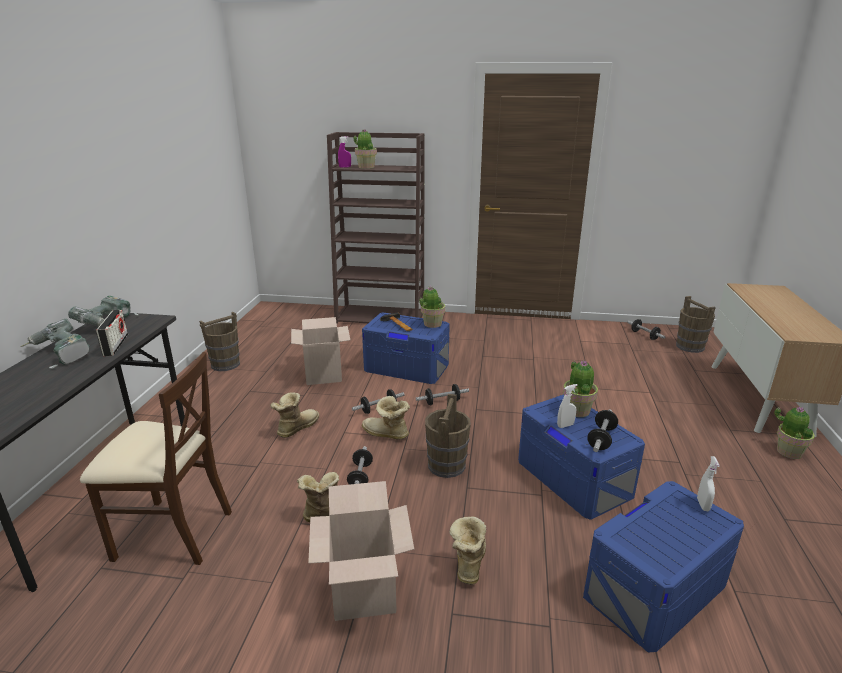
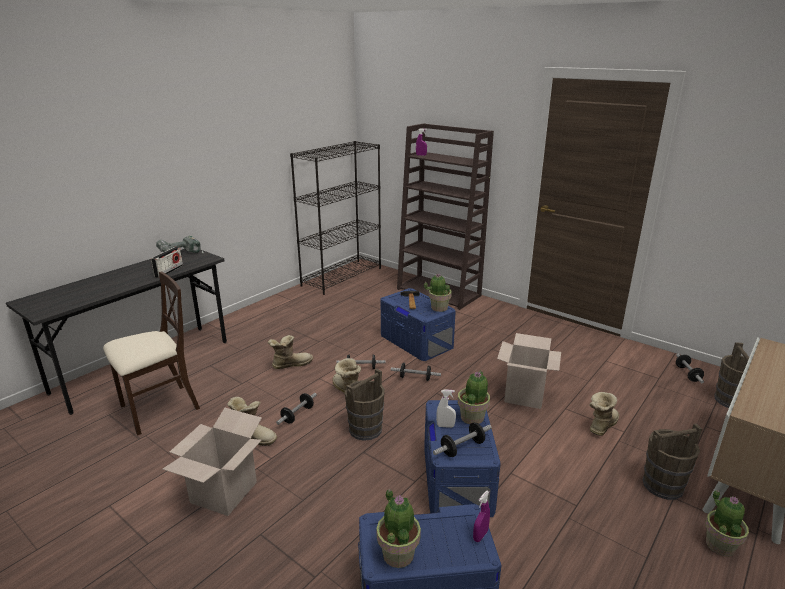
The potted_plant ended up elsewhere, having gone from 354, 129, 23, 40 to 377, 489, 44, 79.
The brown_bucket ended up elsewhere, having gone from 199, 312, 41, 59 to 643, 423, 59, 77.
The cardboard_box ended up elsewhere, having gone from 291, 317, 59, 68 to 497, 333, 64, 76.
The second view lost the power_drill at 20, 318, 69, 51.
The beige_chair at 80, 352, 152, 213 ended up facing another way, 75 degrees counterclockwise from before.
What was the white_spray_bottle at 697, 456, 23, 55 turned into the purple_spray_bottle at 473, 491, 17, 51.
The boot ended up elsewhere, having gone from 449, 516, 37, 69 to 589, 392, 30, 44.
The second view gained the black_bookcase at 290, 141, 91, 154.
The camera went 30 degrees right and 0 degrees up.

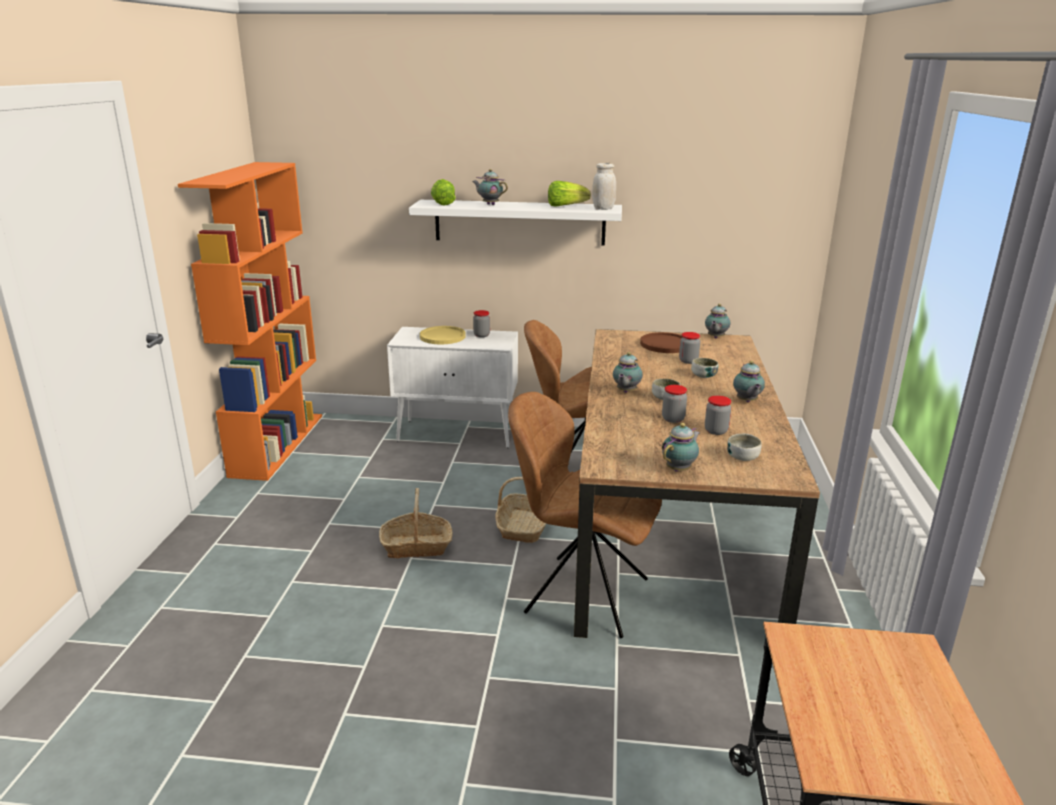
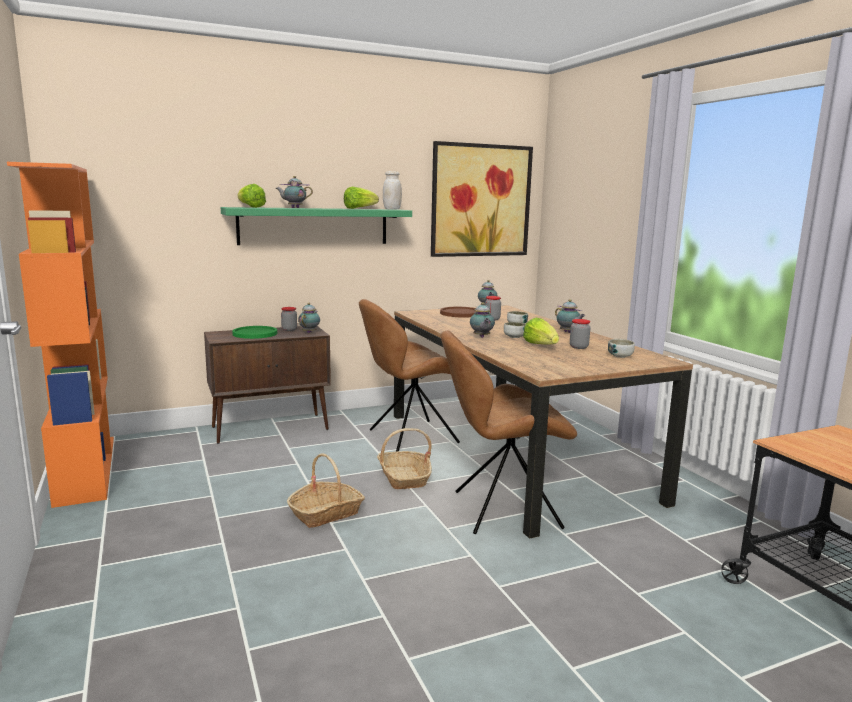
What was the white_shelf at 409, 200, 213, 46 turned into the green_shelf at 221, 207, 191, 38.
What was the yellow_plate at 420, 326, 46, 18 turned into the green_plate at 232, 326, 45, 13.
What was the white_cabinet at 387, 327, 131, 121 turned into the brown_cabinet at 204, 326, 127, 118.
Where the jar stood at 662, 385, 25, 38, the lettuce came to stand at 523, 318, 36, 27.
The teapot ended up elsewhere, having gone from 662, 423, 37, 49 to 298, 303, 22, 30.
The second view gained the picture at 431, 141, 102, 116.
The camera went 30 degrees left and 10 degrees down.

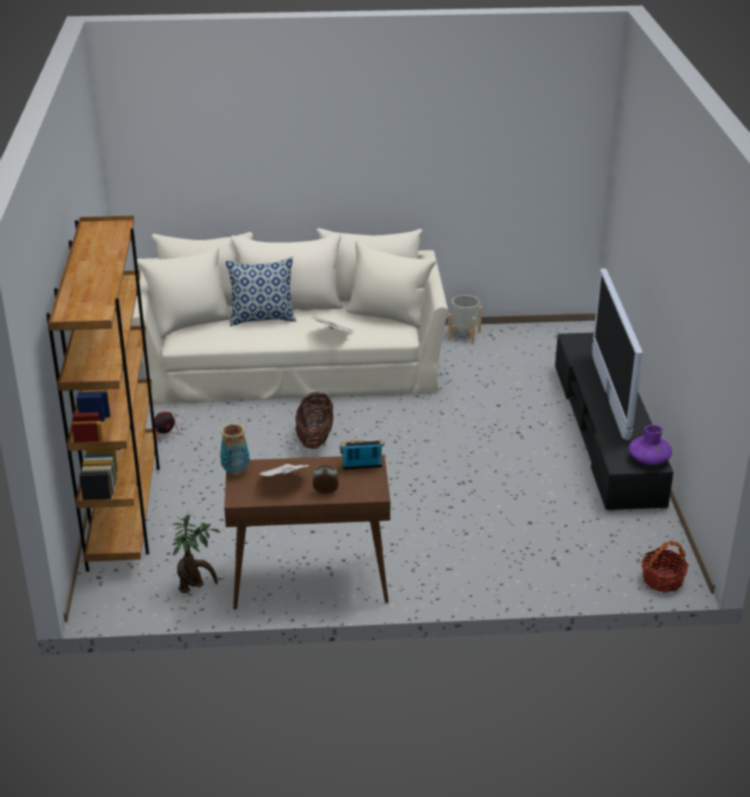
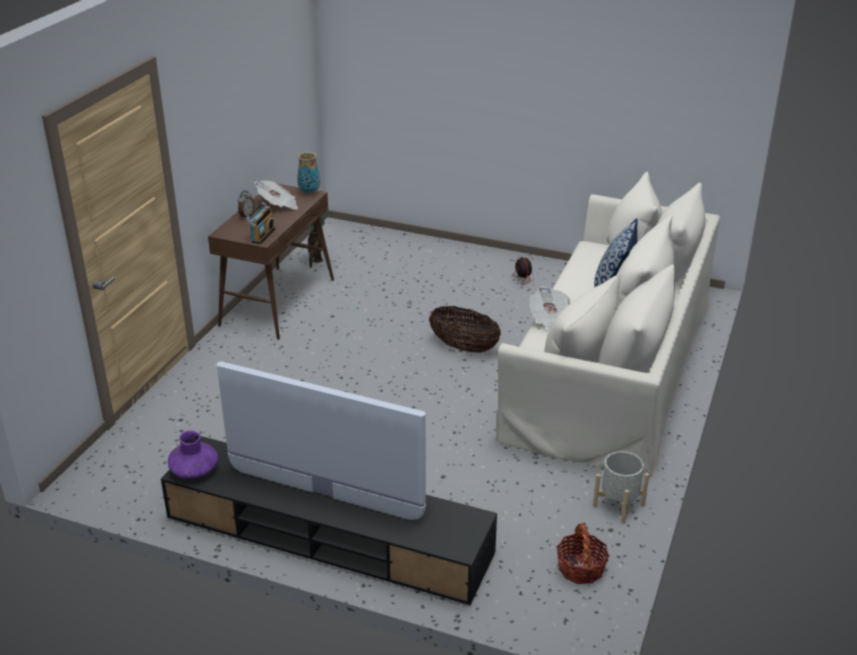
The second view lost the brown_bookcase at 46, 216, 114, 356.
The basket ended up elsewhere, having gone from 641, 541, 48, 51 to 557, 523, 52, 61.
The camera went 115 degrees right and 0 degrees up.

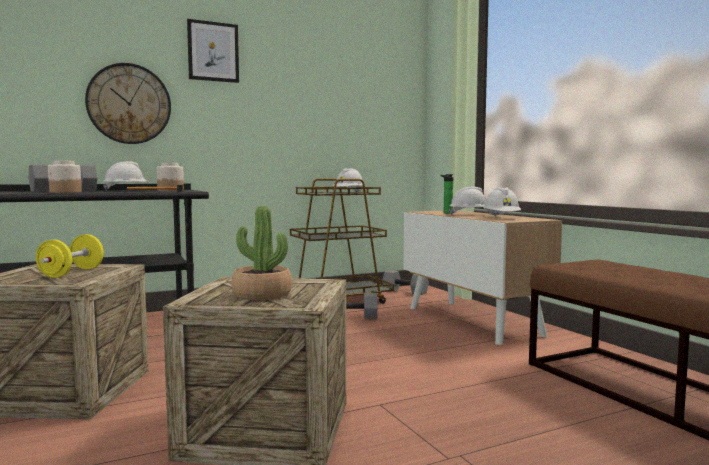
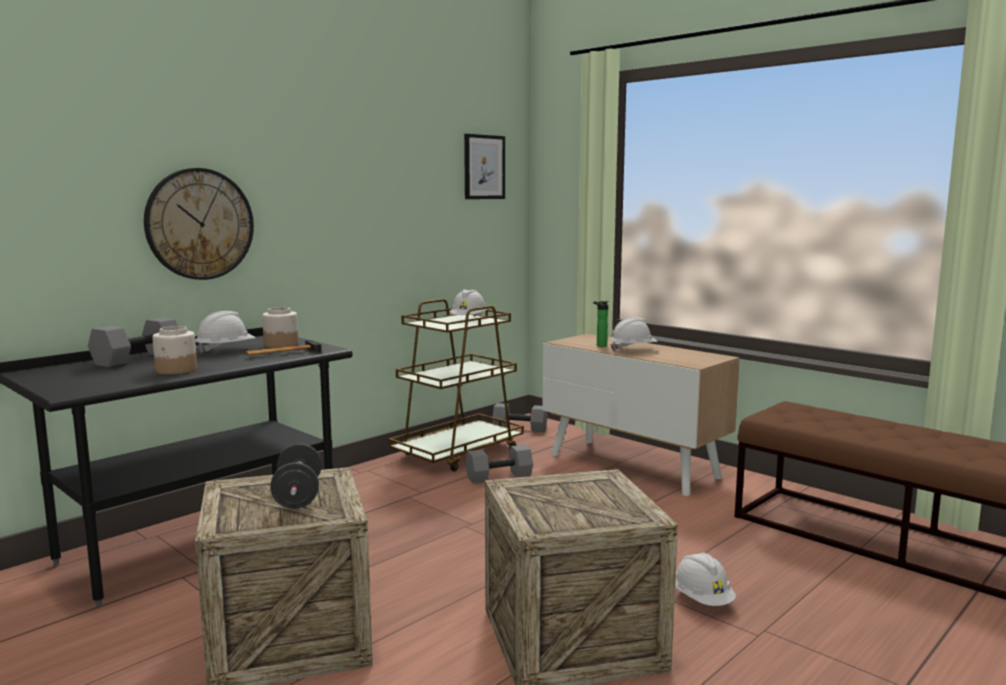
The picture ended up elsewhere, having gone from 187, 19, 52, 64 to 464, 134, 41, 65.
The white_hard_hat ended up elsewhere, having gone from 484, 187, 37, 30 to 675, 553, 61, 53.
The second view lost the potted_plant at 232, 205, 60, 95.
What was the yellow_dumbbell at 36, 234, 68, 44 turned into the black_dumbbell at 270, 443, 52, 65.
The camera went 20 degrees left and 5 degrees up.

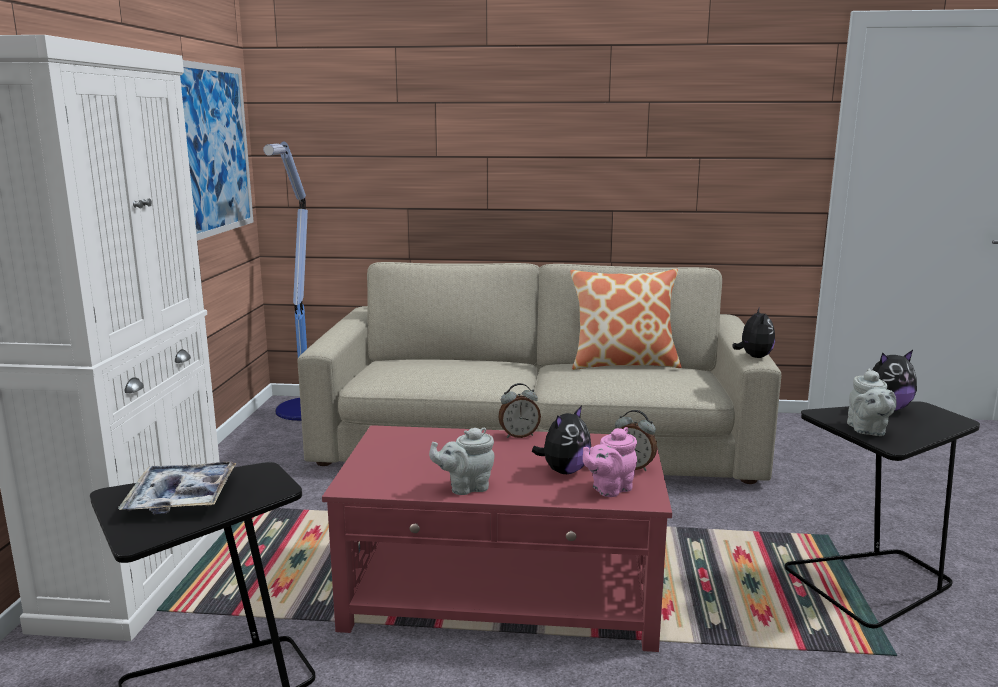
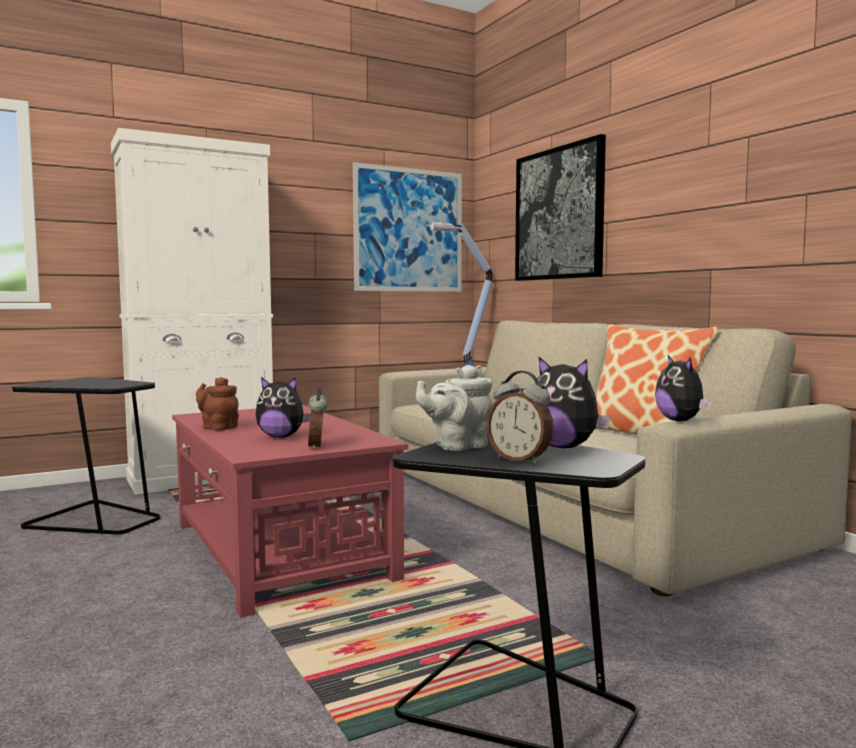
The plush_toy at 732, 308, 43, 50 ended up facing another way, 105 degrees clockwise from before.
The alarm_clock ended up elsewhere, having gone from 498, 383, 43, 55 to 487, 371, 67, 93.
The second view lost the pink_teapot at 583, 427, 54, 70.
What was the grey_teapot at 429, 428, 66, 67 turned into the brown_teapot at 196, 377, 43, 54.
The second view lost the tray at 118, 462, 119, 52.
The second view gained the picture at 515, 134, 91, 147.
The camera went 55 degrees right and 10 degrees down.

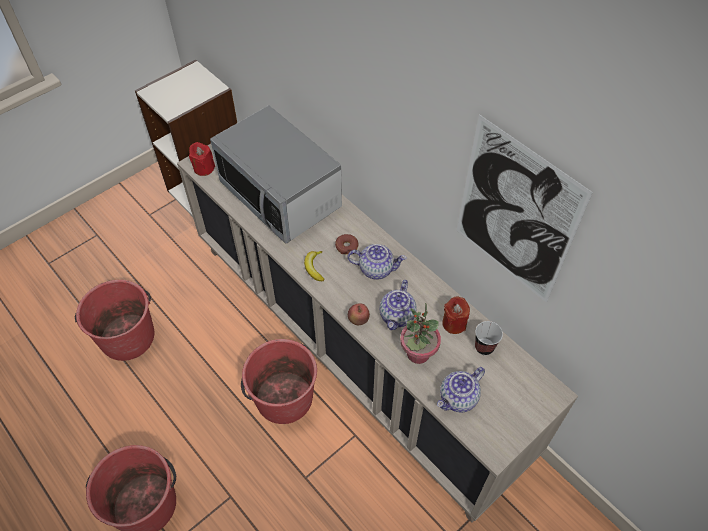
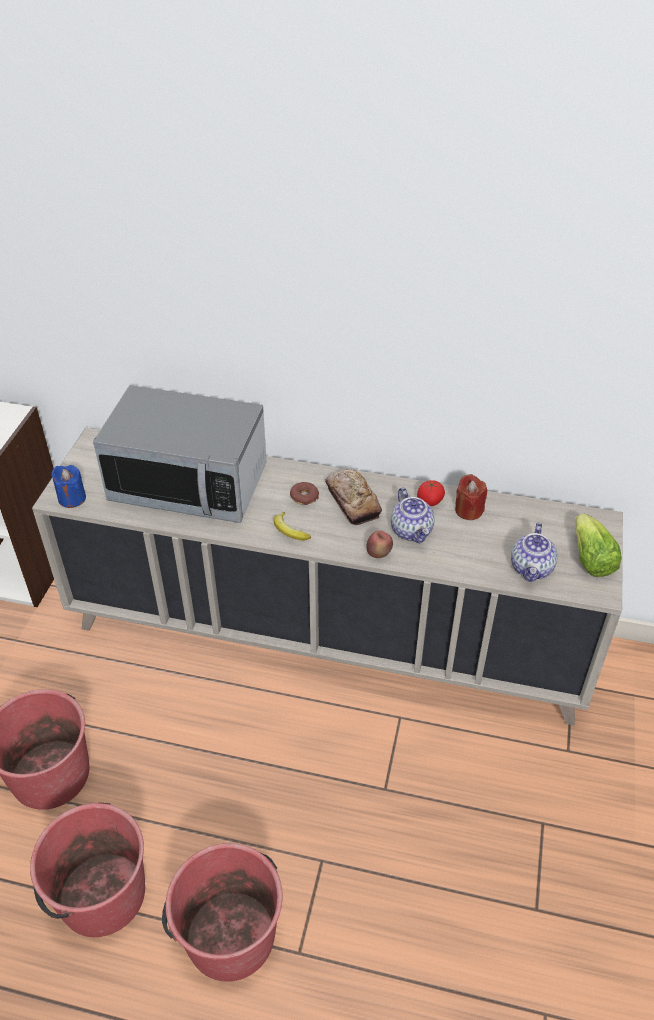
The second view lost the picture at 457, 114, 136, 189.
What was the red_candle at 189, 142, 26, 34 turned into the blue_candle at 51, 465, 35, 43.
Where the teapot stood at 348, 244, 59, 36, the bread came to stand at 325, 469, 57, 56.
The second view lost the potted_plant at 400, 303, 41, 61.
The second view lost the cup at 475, 321, 28, 34.
The red_bucket ended up elsewhere, having gone from 241, 339, 76, 85 to 30, 803, 115, 134.
The second view gained the tomato at 417, 480, 28, 26.
The second view gained the lettuce at 575, 514, 47, 63.
The camera went 35 degrees left and 10 degrees down.

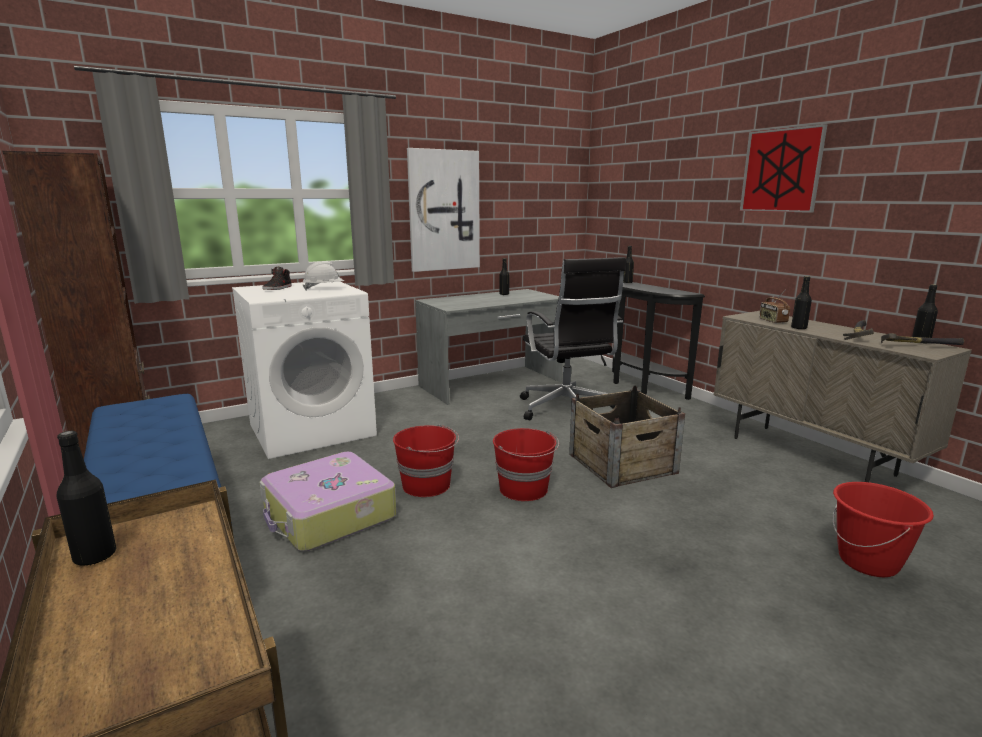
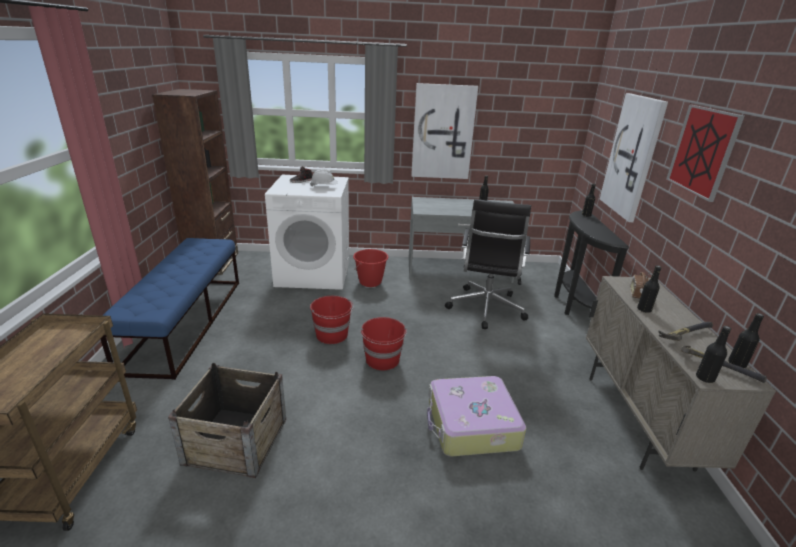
The crate ended up elsewhere, having gone from 569, 385, 116, 103 to 168, 363, 118, 115.
The black_bottle ended up elsewhere, having gone from 57, 431, 59, 135 to 696, 326, 35, 57.
The suitcase ended up elsewhere, having gone from 259, 452, 137, 99 to 427, 376, 99, 81.
The red_bucket ended up elsewhere, having gone from 833, 482, 101, 95 to 353, 249, 35, 38.
The second view gained the picture at 600, 93, 68, 129.
The camera went 30 degrees right and 10 degrees up.

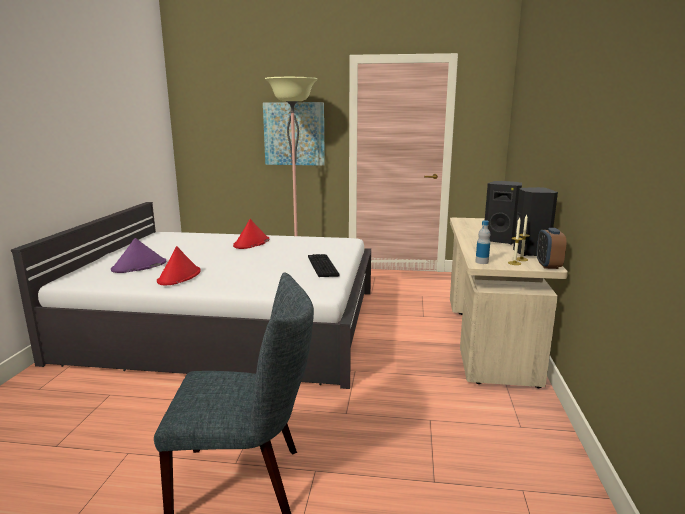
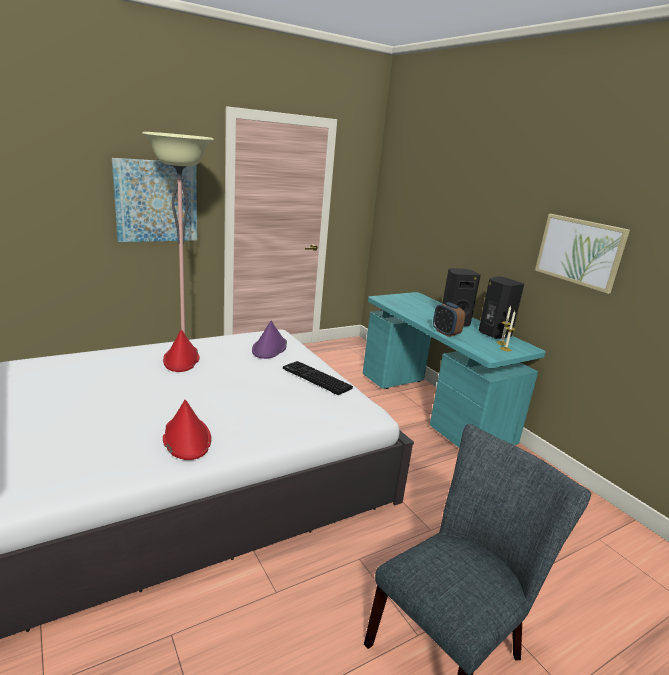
What was the beige_desk at 450, 218, 118, 170 turned into the turquoise_desk at 363, 292, 183, 155.
The second view lost the bottle at 475, 220, 15, 44.
The alarm_clock ended up elsewhere, having gone from 537, 228, 29, 41 to 433, 302, 32, 35.
The purple_hat ended up elsewhere, having gone from 111, 238, 55, 35 to 252, 321, 35, 38.
The second view gained the picture at 535, 214, 95, 80.
The camera went 40 degrees left and 5 degrees up.

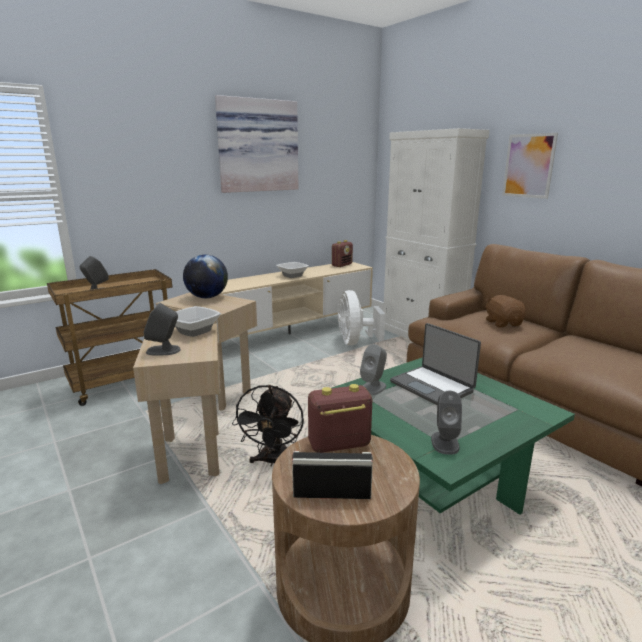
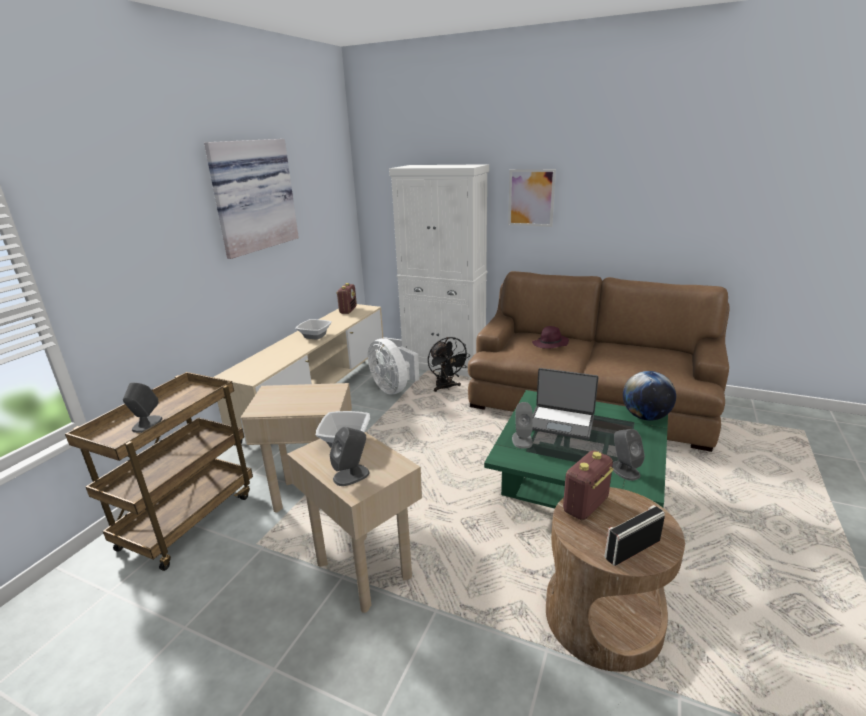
The globe ended up elsewhere, having gone from 183, 254, 45, 44 to 623, 371, 53, 50.
Where the brown_plush_toy stood at 486, 295, 40, 33, the purple_hat came to stand at 532, 326, 37, 23.
The black_fan ended up elsewhere, having gone from 232, 385, 72, 82 to 428, 337, 42, 55.
The camera went 30 degrees left and 5 degrees up.

